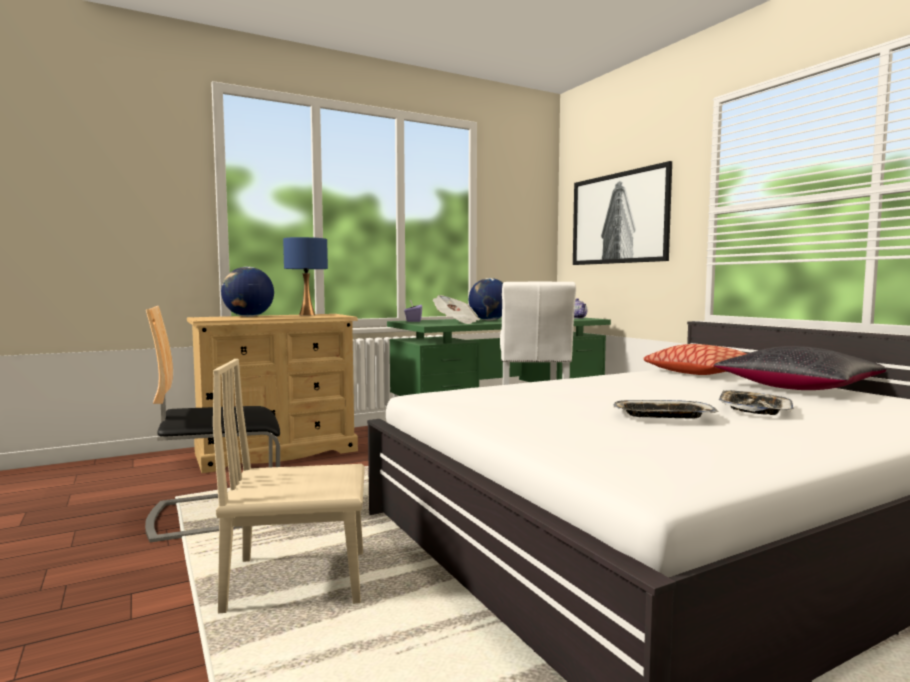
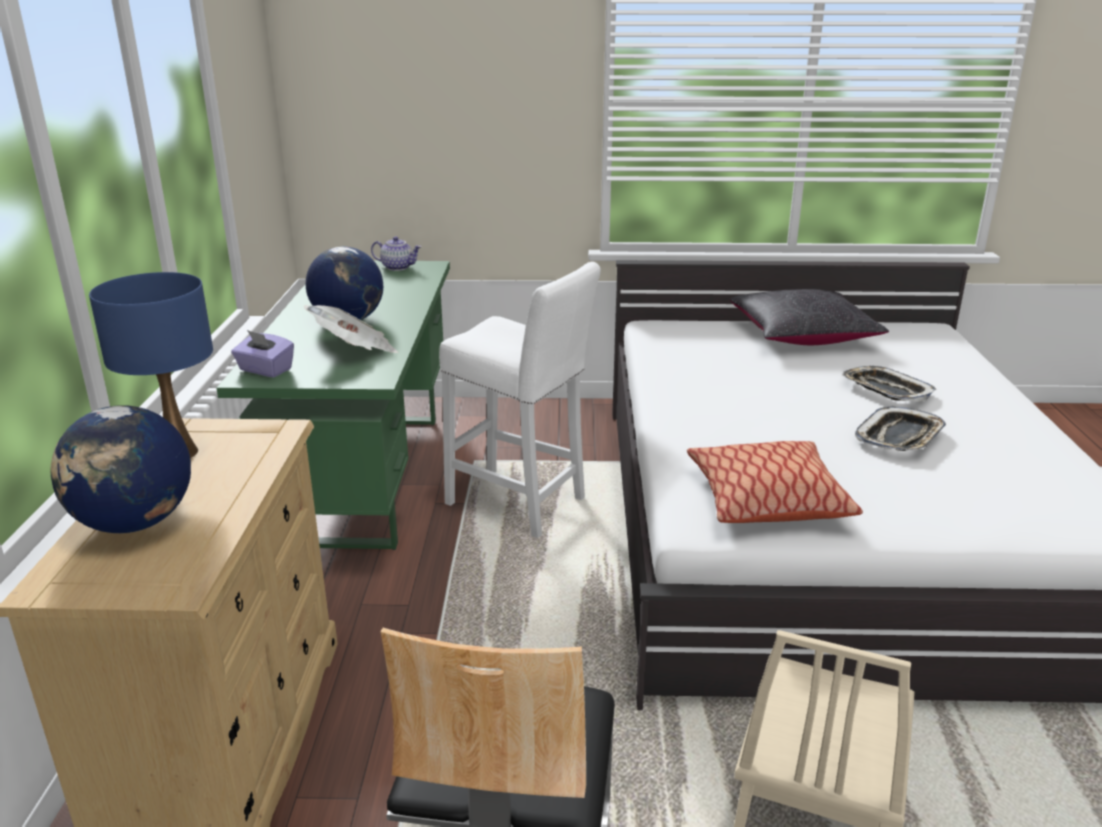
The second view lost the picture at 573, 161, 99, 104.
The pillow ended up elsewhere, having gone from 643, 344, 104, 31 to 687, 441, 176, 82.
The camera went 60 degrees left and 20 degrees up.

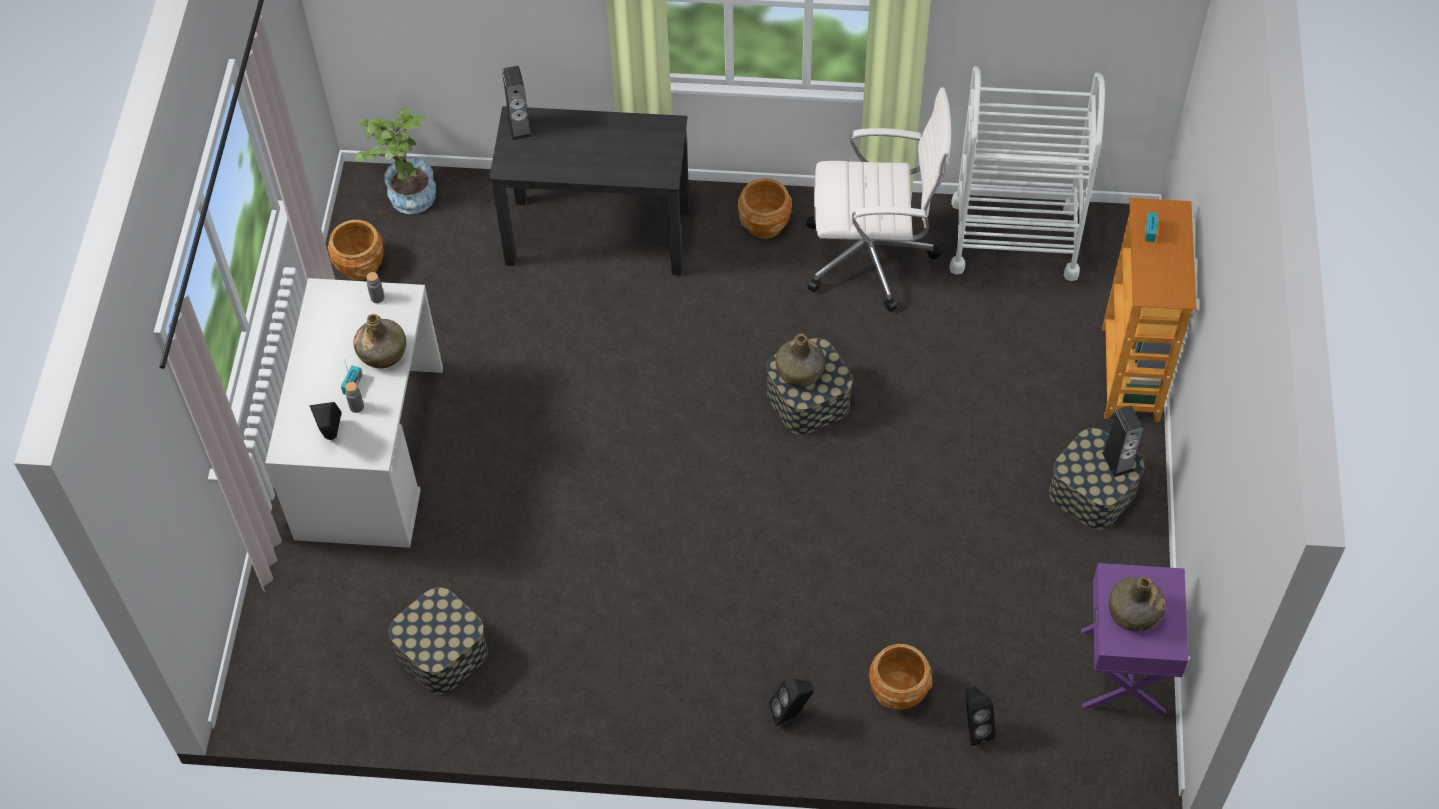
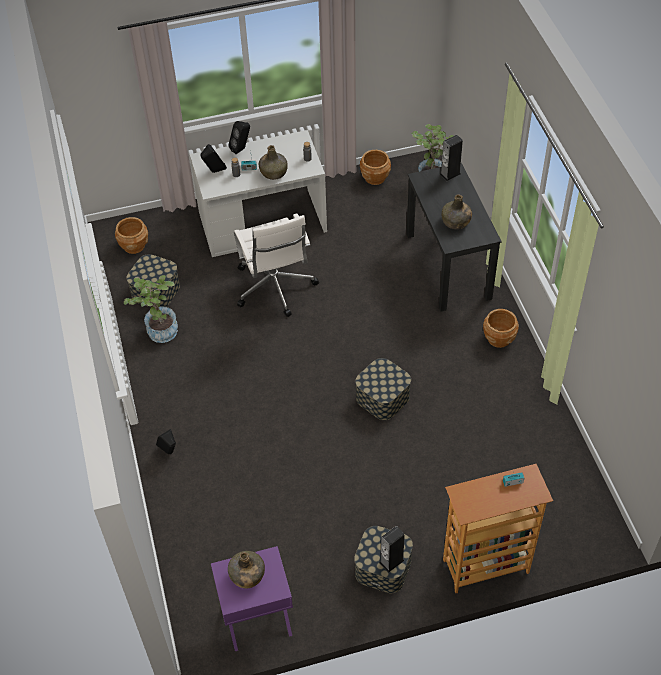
The second view lost the white_cart at 949, 66, 156, 215.
The white_office_chair ended up elsewhere, having gone from 806, 87, 145, 225 to 234, 214, 85, 103.
The green_bottle ended up elsewhere, having gone from 776, 334, 49, 53 to 442, 195, 30, 34.
The brown_planter ended up elsewhere, having gone from 869, 644, 63, 66 to 115, 217, 33, 37.
The black_speaker ended up elsewhere, having gone from 966, 687, 30, 59 to 228, 121, 22, 33.
The second view gained the potted_plant at 124, 275, 54, 68.
The camera went 70 degrees right and 5 degrees down.

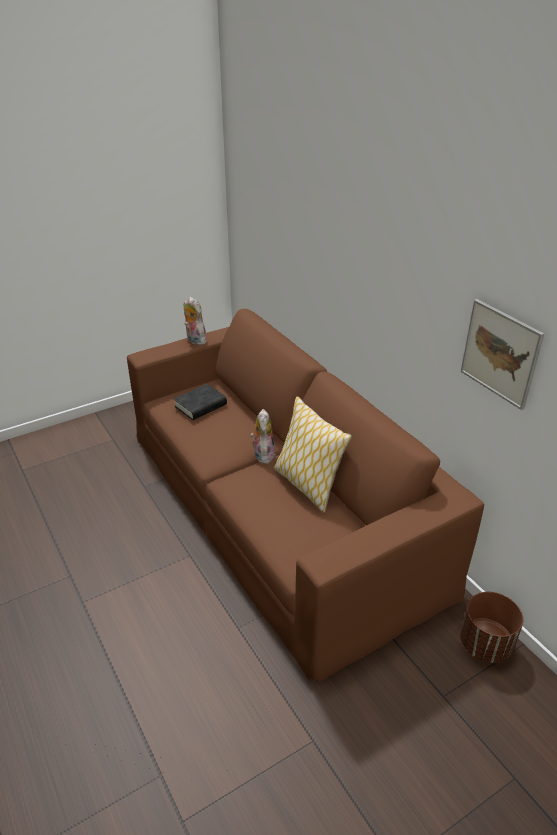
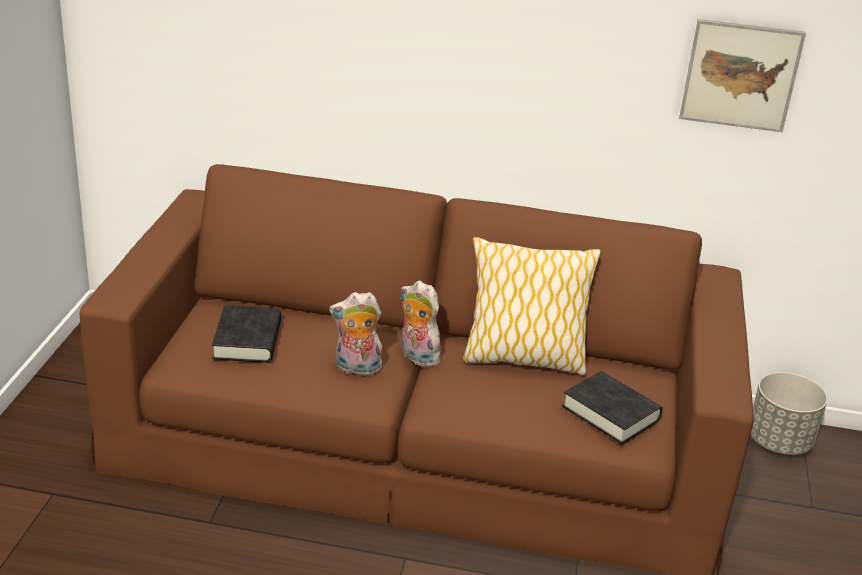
The plush_toy ended up elsewhere, having gone from 184, 297, 23, 48 to 329, 292, 53, 84.
What was the brown_planter at 460, 592, 63, 71 turned into the grey_planter at 751, 372, 77, 83.
The second view gained the black_book at 562, 371, 101, 73.
The camera went 50 degrees left and 5 degrees down.

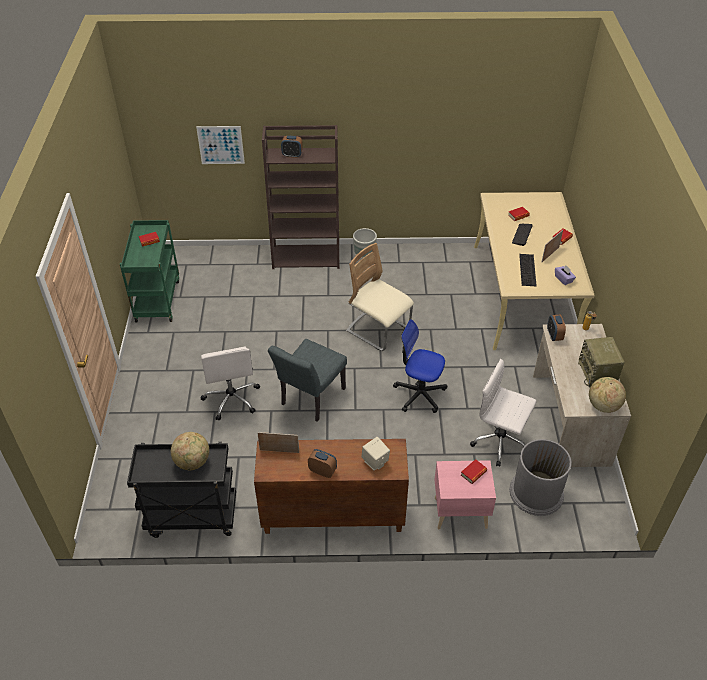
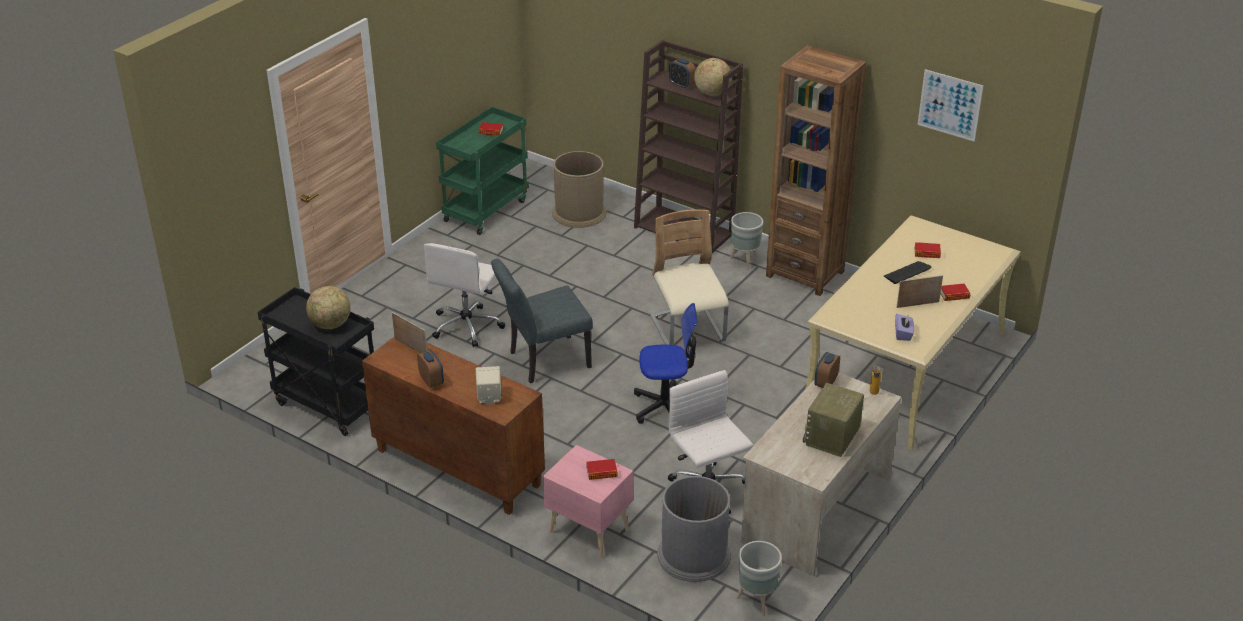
The picture ended up elsewhere, having gone from 196, 126, 49, 38 to 917, 69, 66, 73.
The second view lost the keyboard at 519, 254, 18, 32.
The office_chair at 393, 319, 54, 94 ended up facing another way, 120 degrees clockwise from before.
The globe ended up elsewhere, having gone from 589, 377, 37, 36 to 694, 58, 38, 38.
The second view gained the brown_bookcase at 766, 45, 100, 251.
The second view gained the brown_trash_can at 552, 151, 55, 77.
The second view gained the grey_planter at 736, 541, 46, 75.
The camera went 35 degrees right and 10 degrees down.

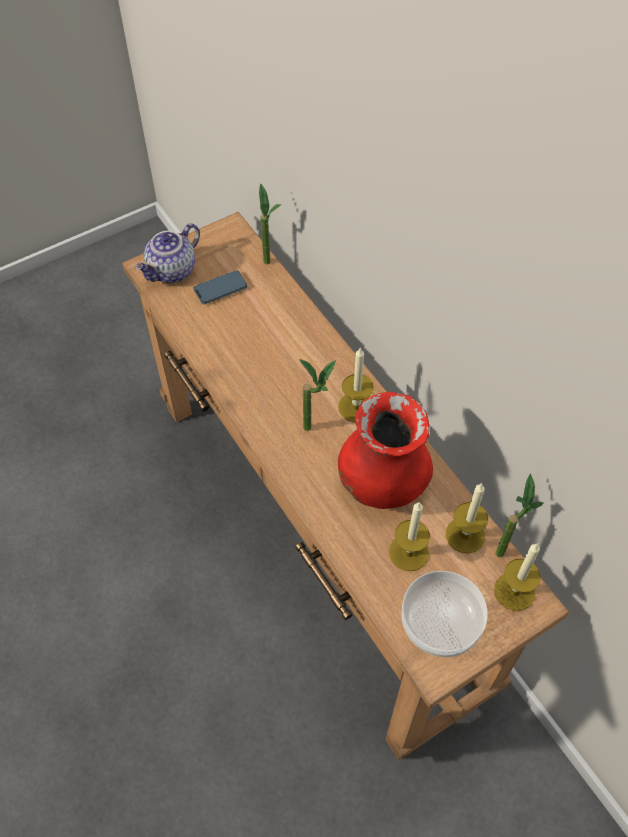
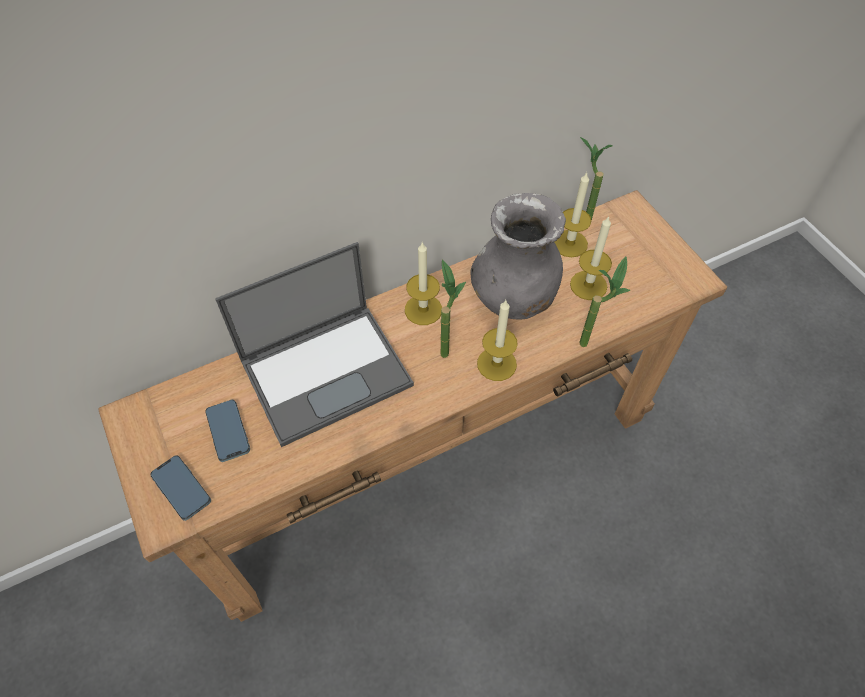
The potted_plant ended up elsewhere, having gone from 259, 183, 23, 81 to 579, 256, 52, 91.
Where the teapot stood at 135, 223, 65, 60, the phone came to stand at 150, 455, 61, 66.
What was the red_vase at 338, 392, 95, 117 turned into the grey_vase at 470, 193, 96, 127.
The candle ended up elsewhere, having gone from 494, 544, 47, 67 to 477, 300, 41, 81.
The second view lost the bowl at 402, 571, 86, 86.
The second view gained the laptop at 215, 242, 199, 205.
The camera went 85 degrees left and 0 degrees up.

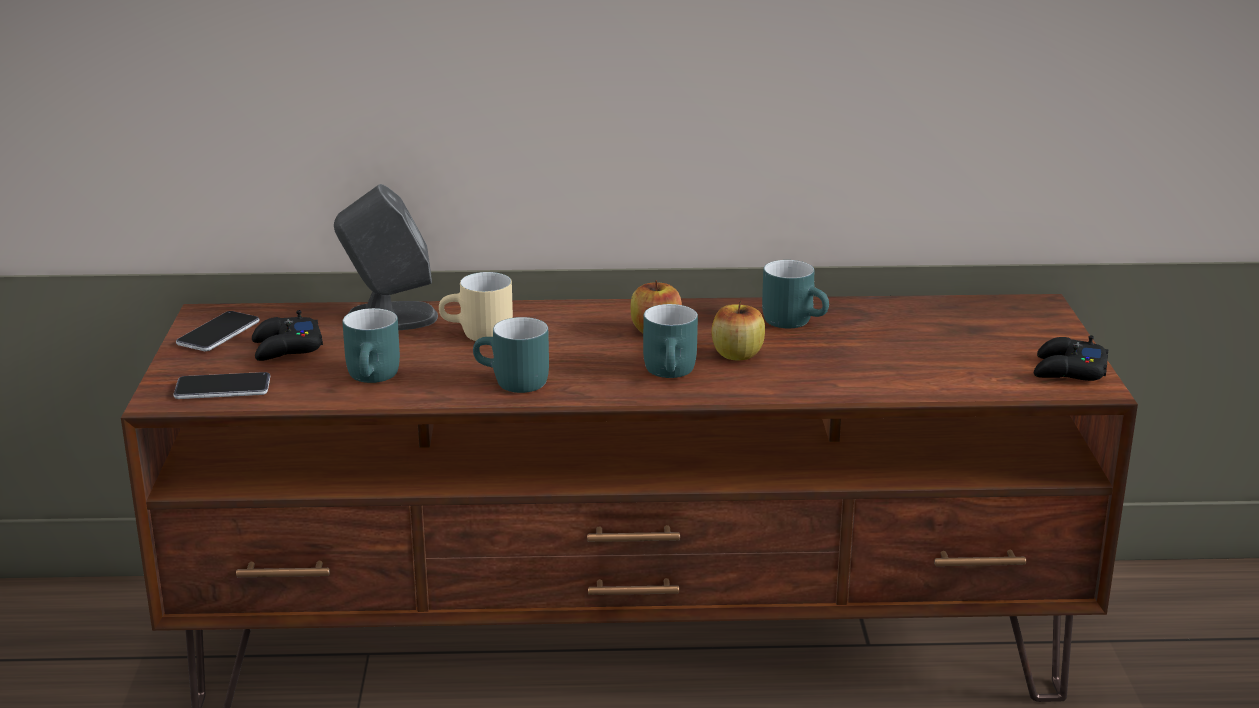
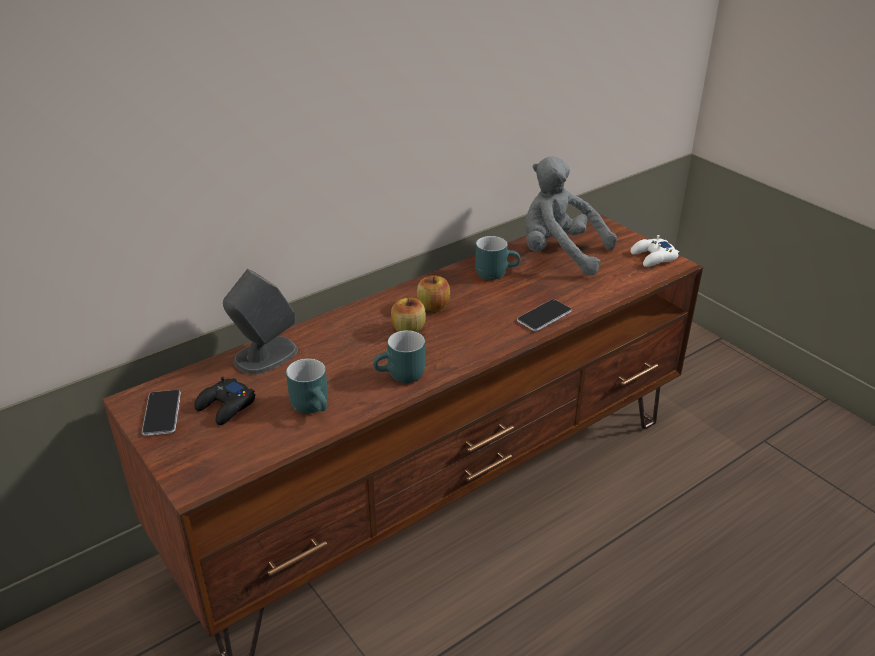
The second view lost the beige_mug at 439, 272, 74, 69.
The apple ended up elsewhere, having gone from 711, 300, 54, 60 to 391, 297, 35, 35.
The second view lost the turquoise_mug at 643, 304, 55, 74.
What was the black_game_controller at 1034, 335, 74, 46 turned into the white_game_controller at 631, 235, 48, 32.
The phone ended up elsewhere, having gone from 173, 372, 97, 27 to 517, 299, 55, 32.
The second view gained the grey_plush_toy at 525, 157, 92, 118.
The camera went 35 degrees left and 10 degrees up.

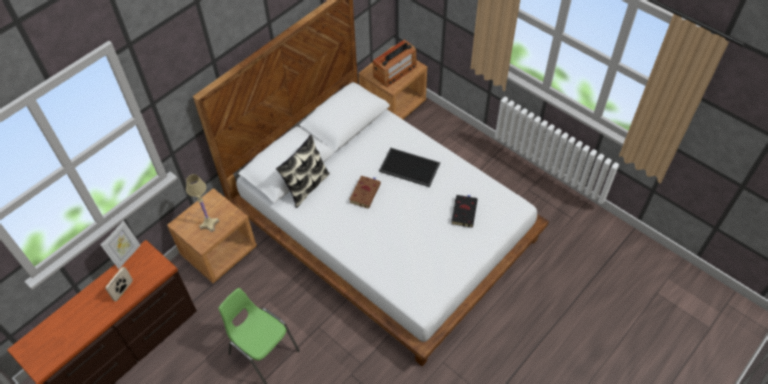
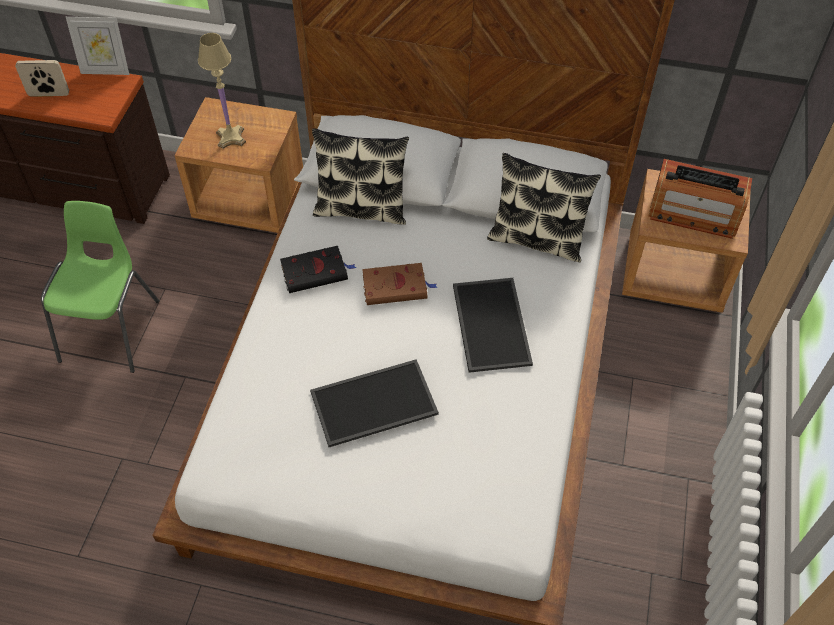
The black_book ended up elsewhere, having gone from 451, 195, 27, 33 to 280, 246, 76, 47.
The second view gained the pillow at 487, 153, 114, 110.
The second view gained the tray at 310, 359, 129, 88.
The camera went 60 degrees right and 0 degrees up.

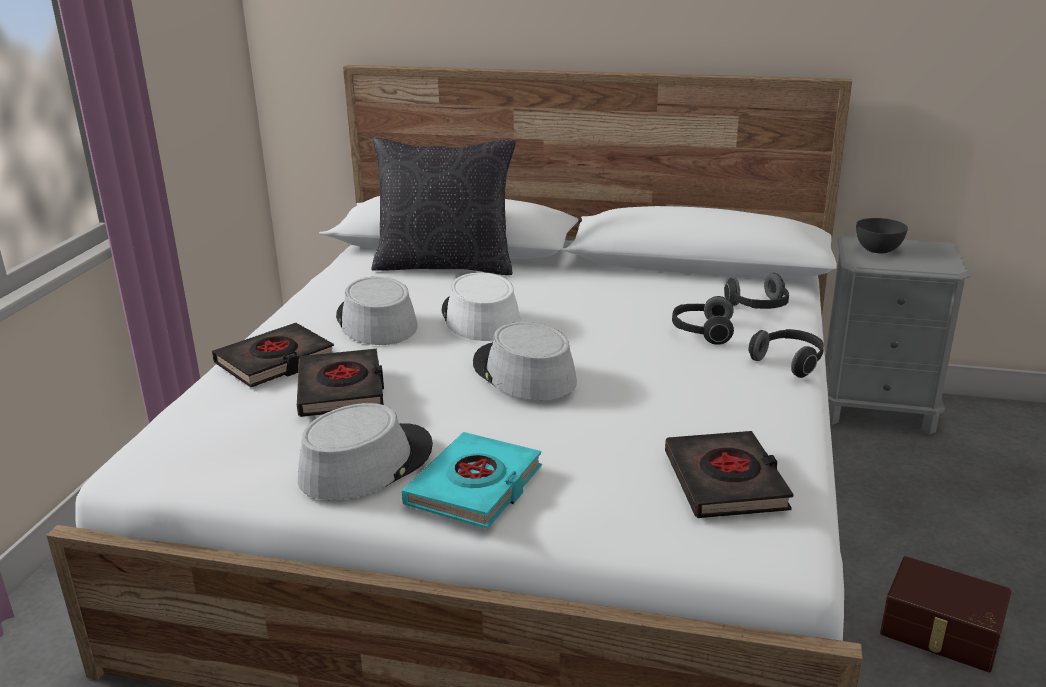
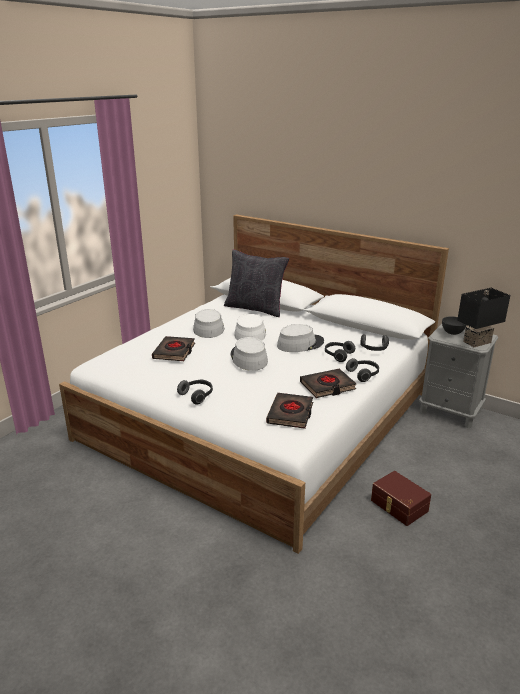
The black_book ended up elsewhere, having gone from 212, 323, 122, 65 to 300, 369, 57, 29.
The grey_hat ended up elsewhere, having gone from 298, 403, 135, 97 to 277, 324, 47, 28.
Where the turquoise_book stood at 401, 432, 141, 97, the headphones came to stand at 177, 379, 36, 25.
The second view gained the black_table_lamp at 457, 288, 53, 59.
The camera went 20 degrees right and 0 degrees up.

